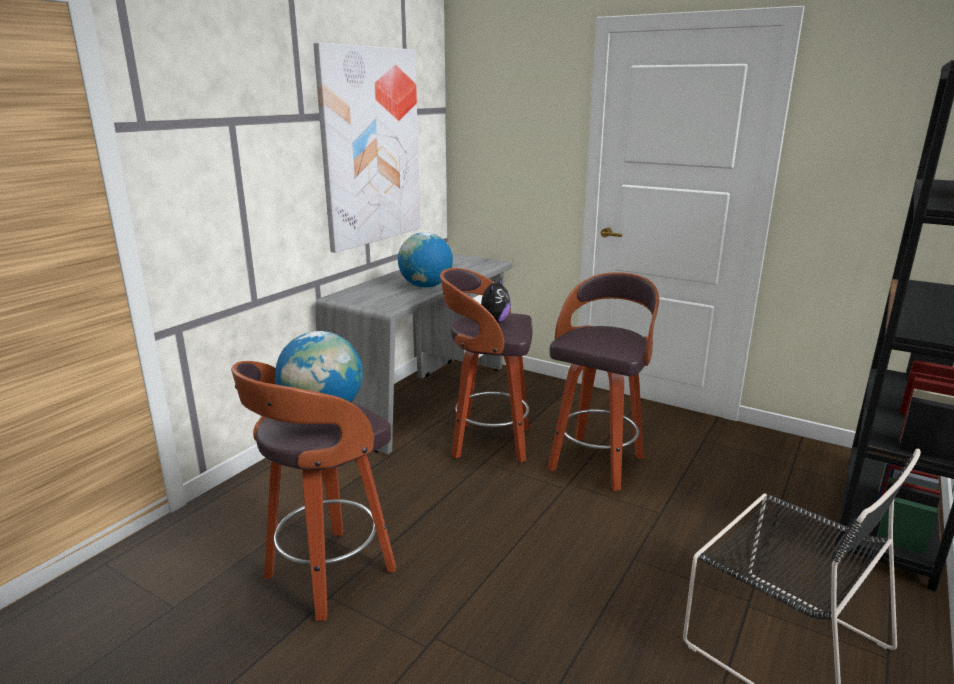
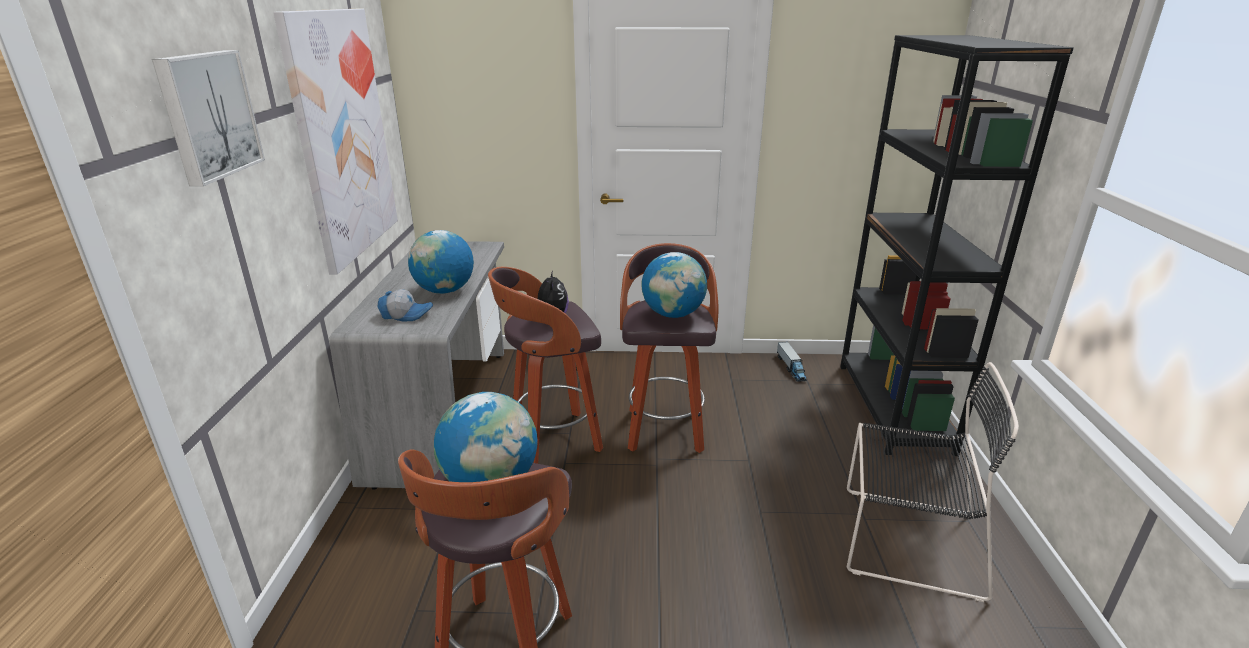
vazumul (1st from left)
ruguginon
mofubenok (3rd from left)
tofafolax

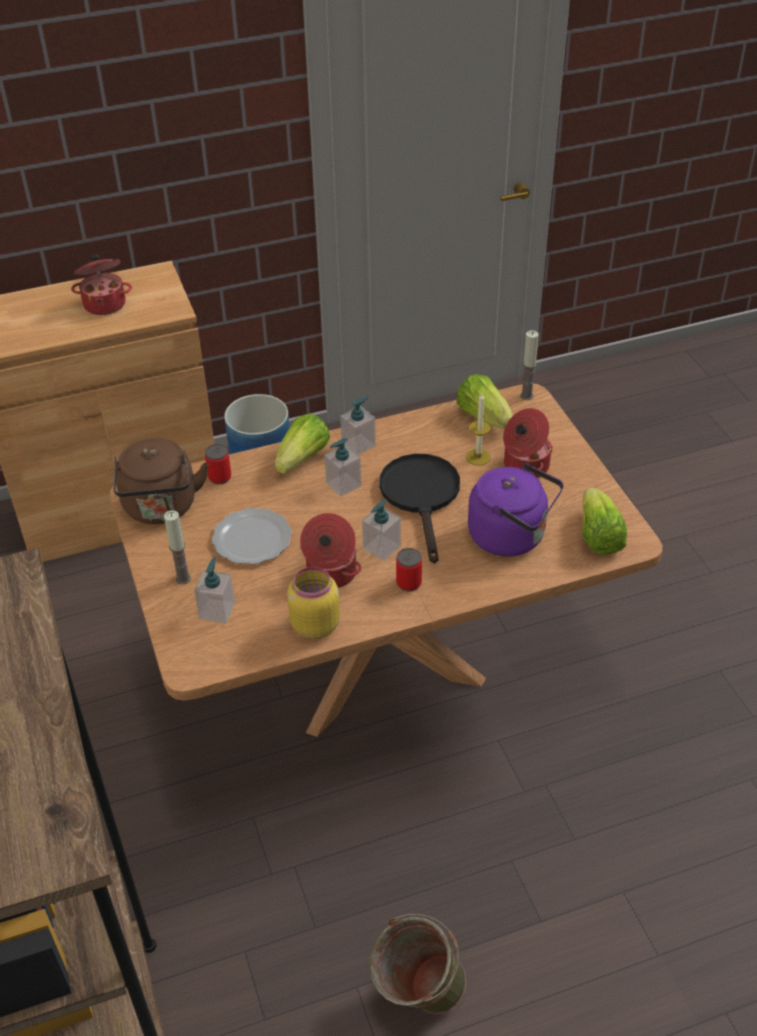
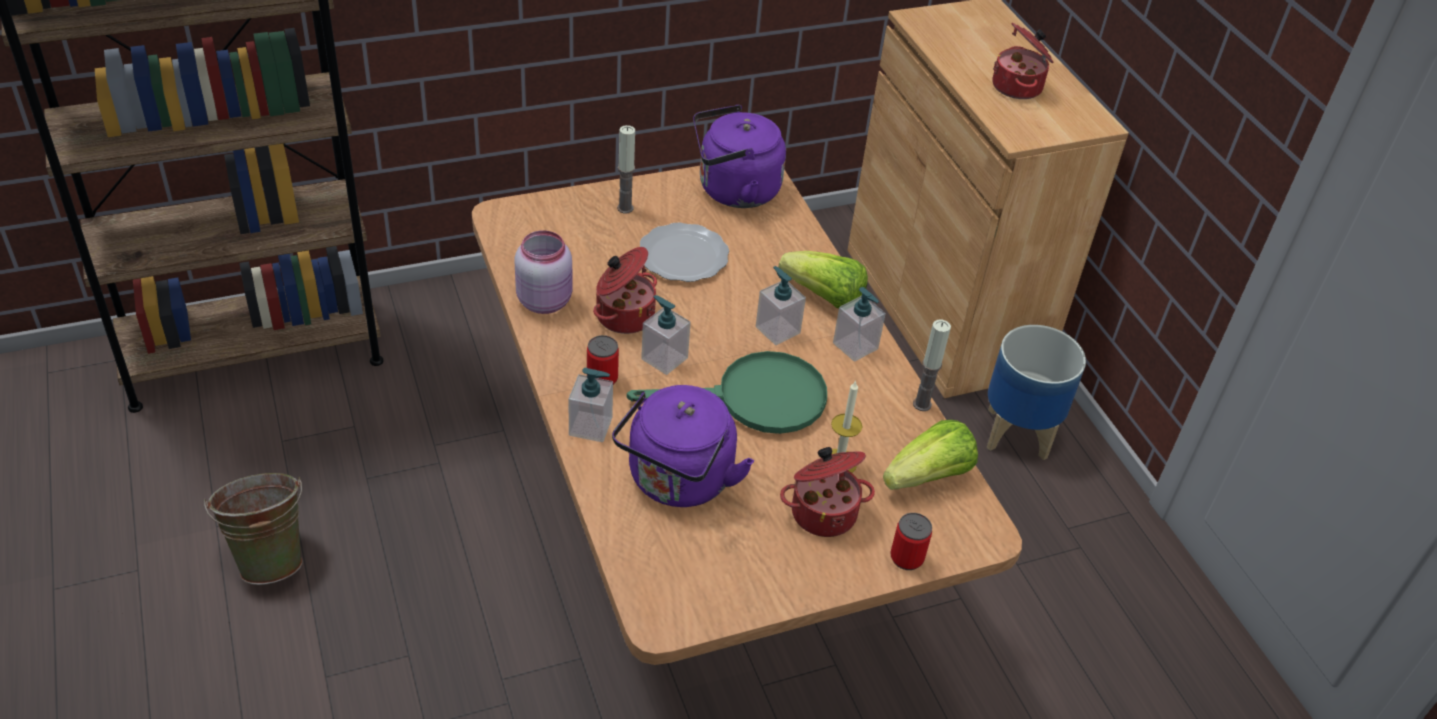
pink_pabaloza
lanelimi (1st from left)
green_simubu
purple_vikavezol (2nd from left)
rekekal (2nd from left)
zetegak (3rd from left)
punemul (3rd from left in the first image)

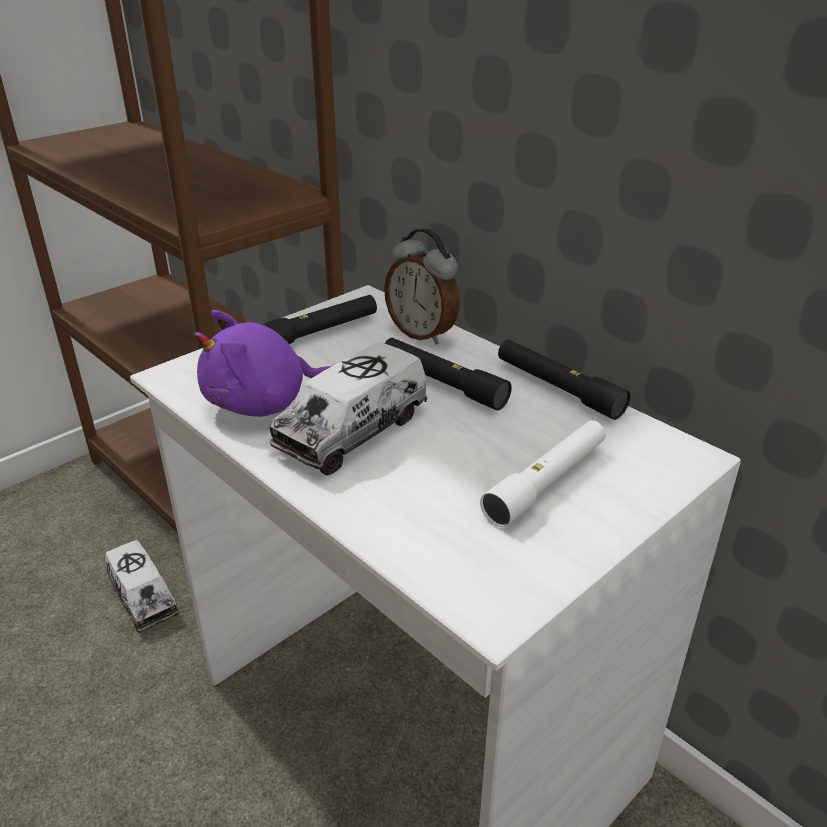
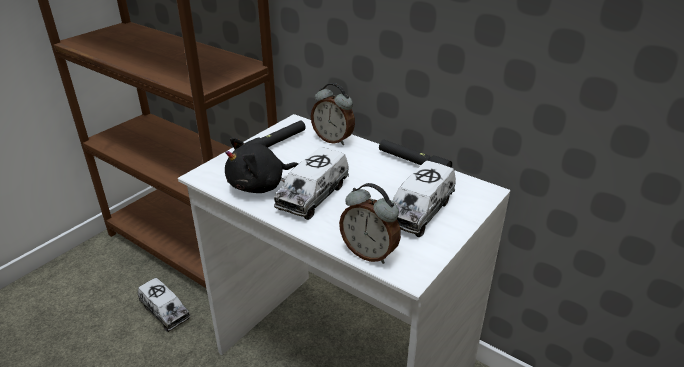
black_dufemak
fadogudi (2nd from left)
tofafolax (3rd from left)
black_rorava (2nd from left in the first image)

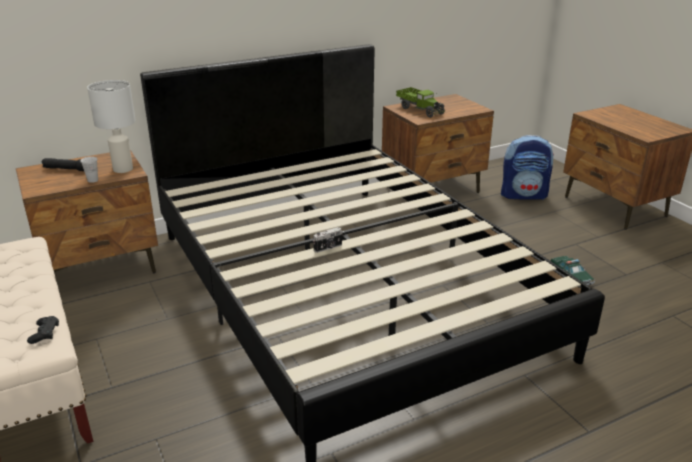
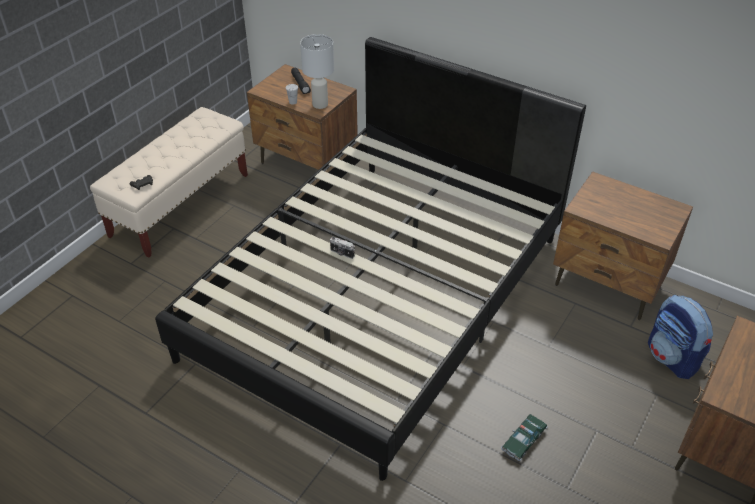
tofafolax

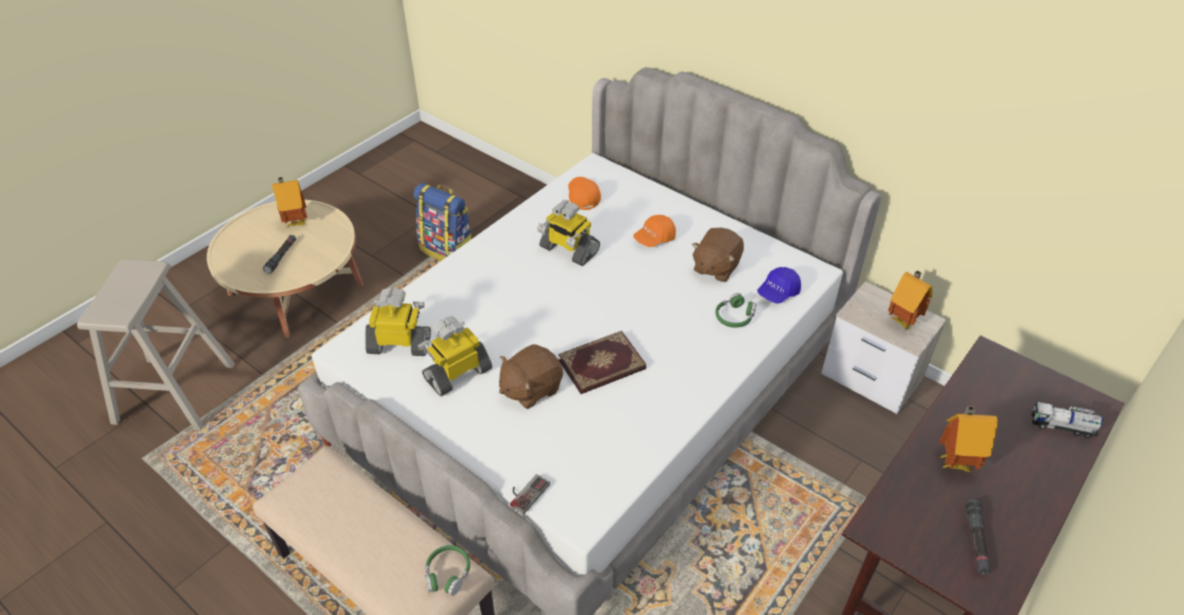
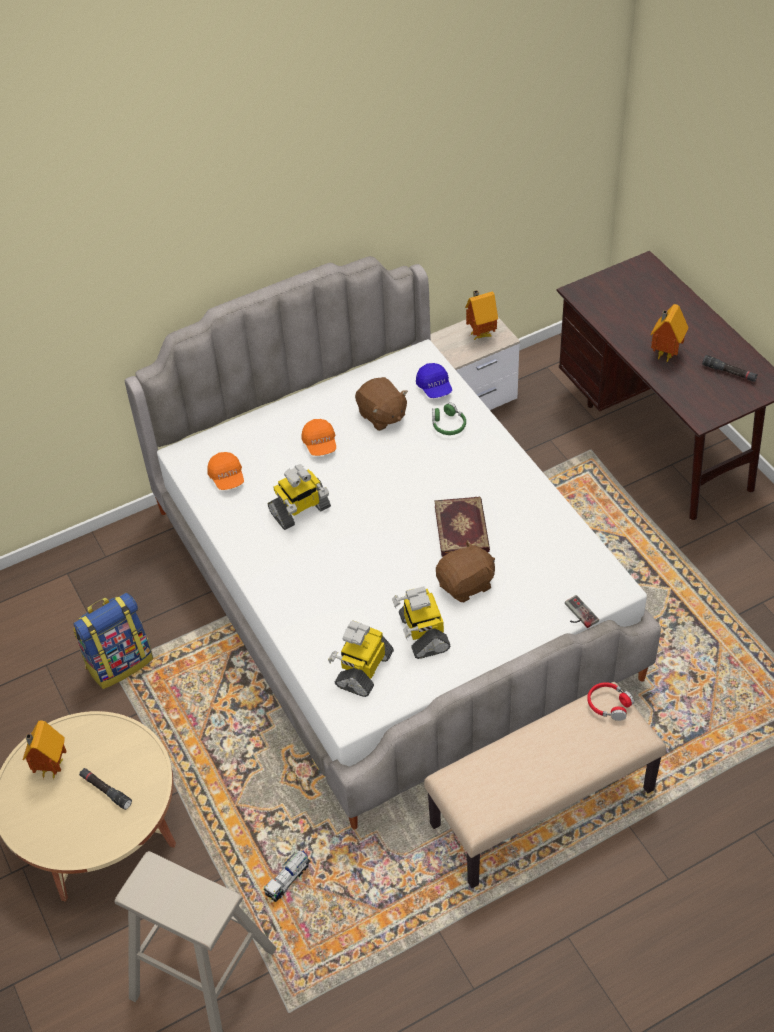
orange_ruguginon (1st from left)
tofafolax
brown_dufemak (2nd from left)
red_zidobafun

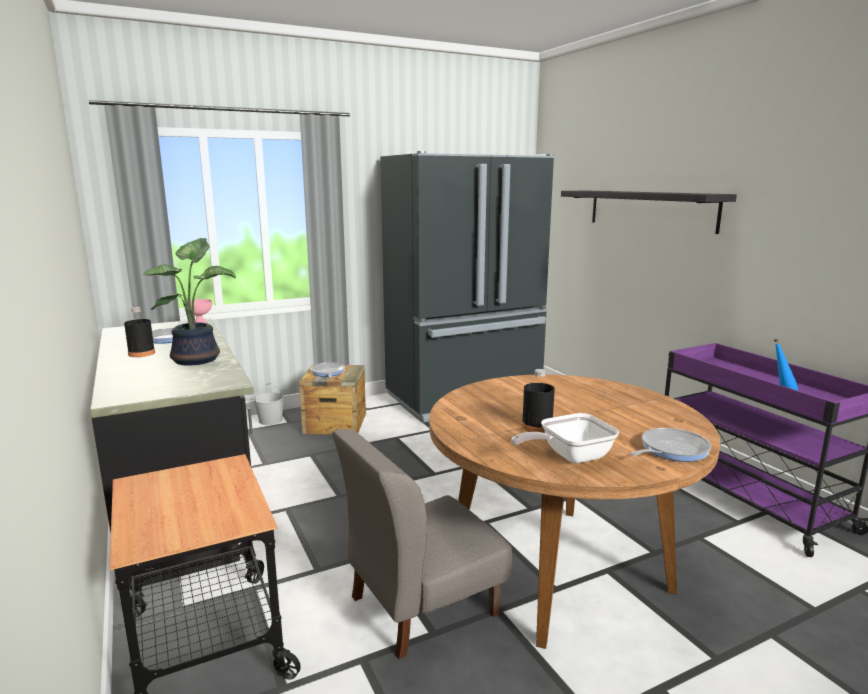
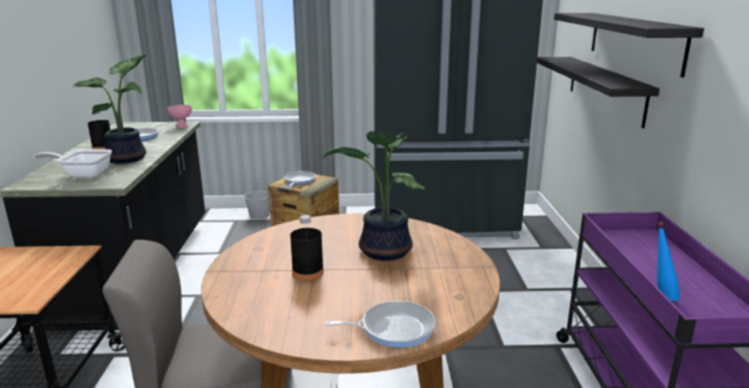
simubu (1st from left)
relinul (2nd from left)
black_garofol (1st from left)

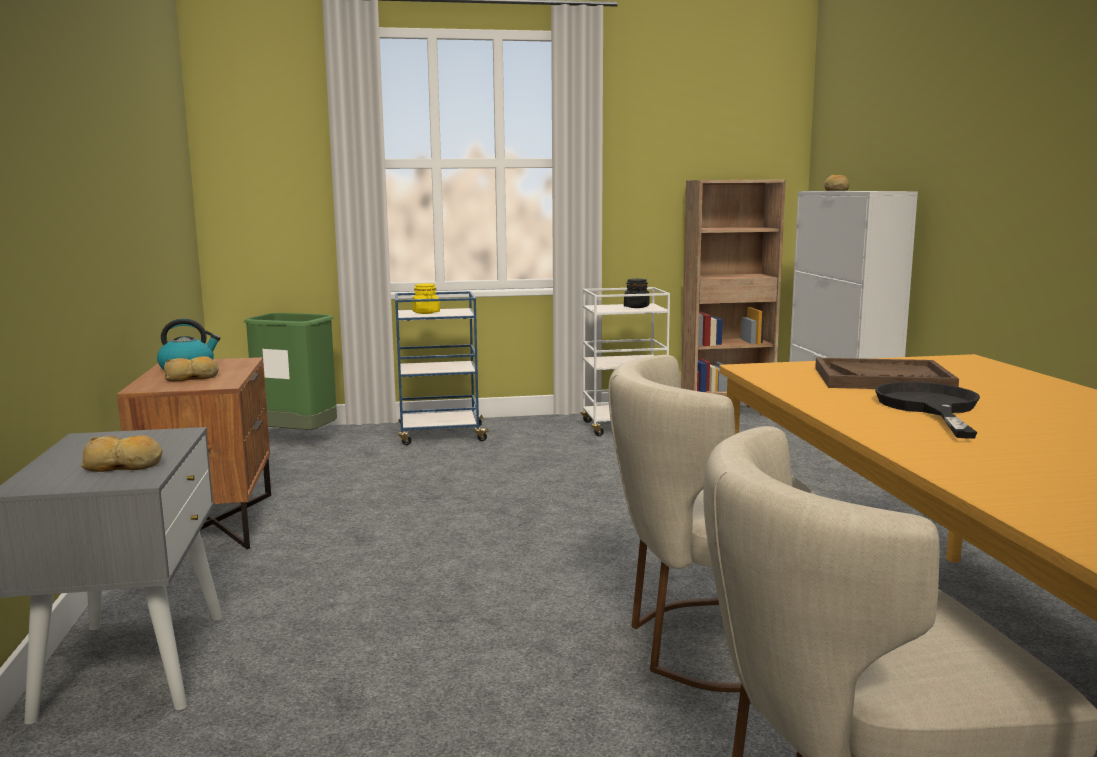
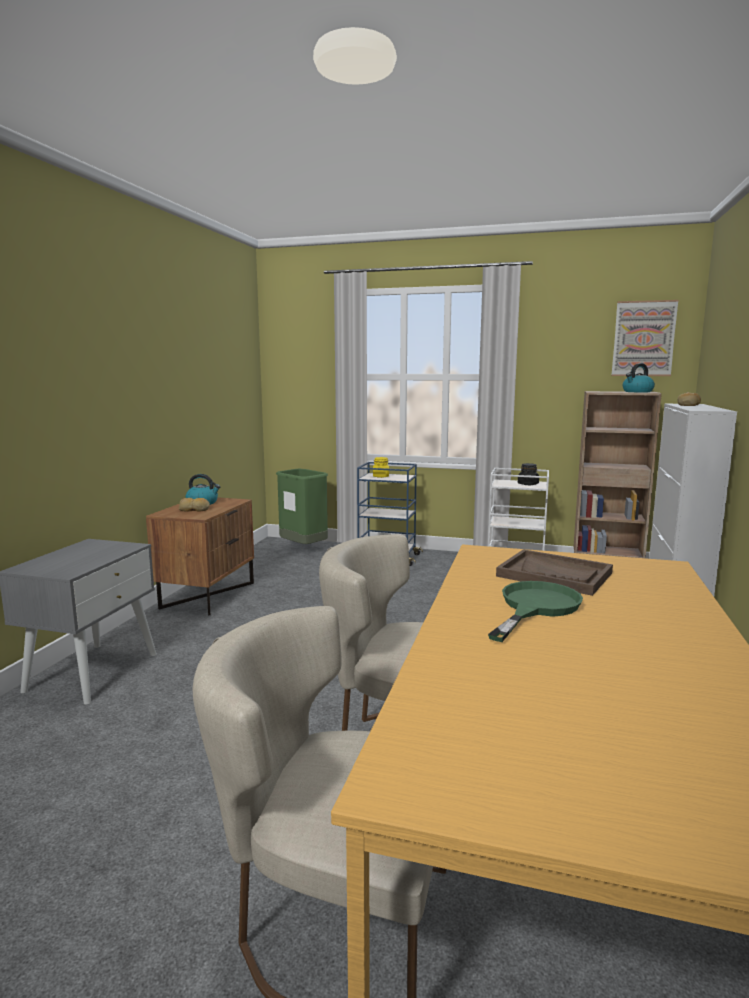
green_simubu
vazumul
vikavezol (2nd from left)
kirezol (1st from left in the first image)

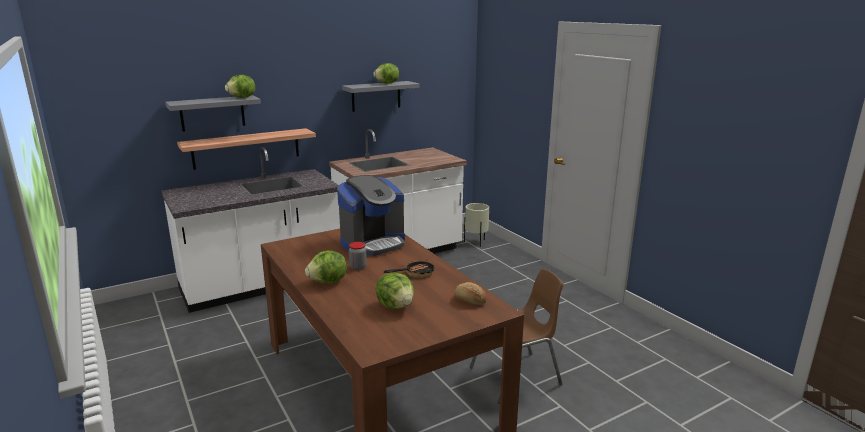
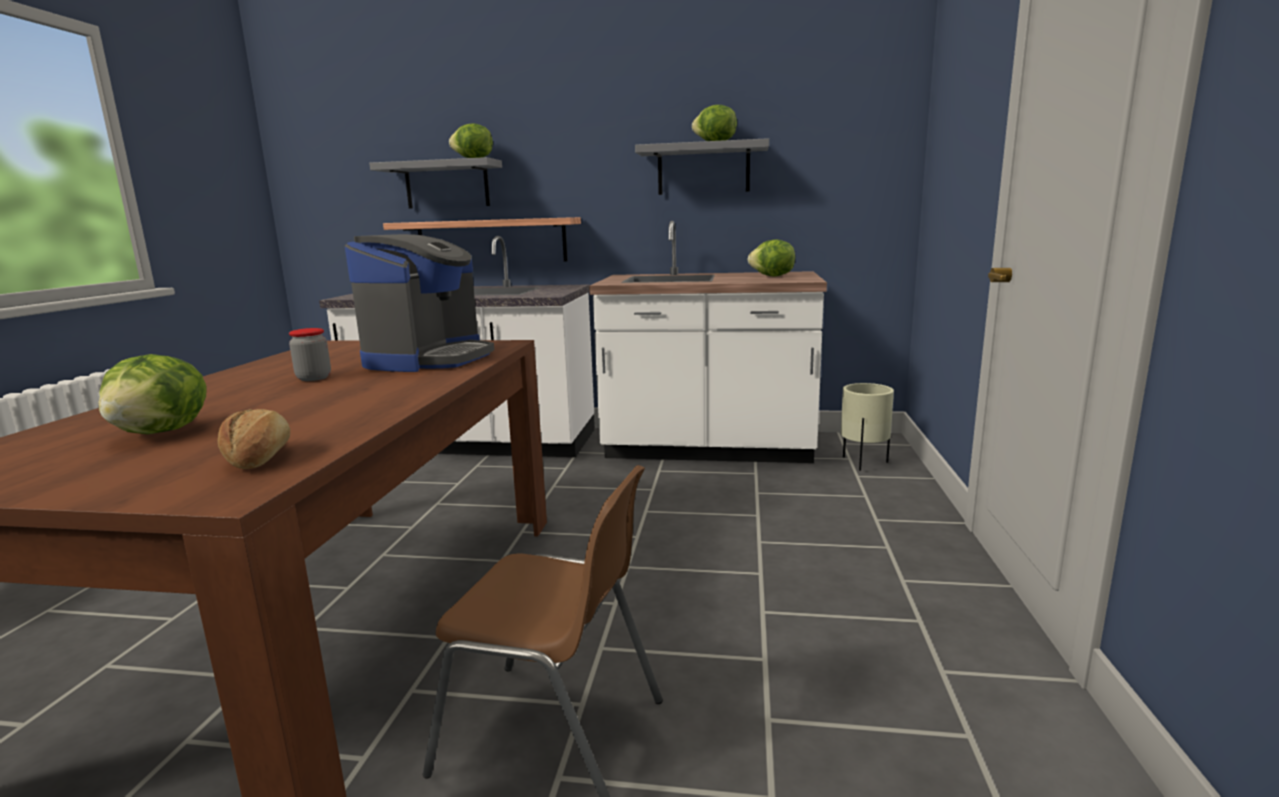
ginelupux
punemul (4th from left)
simubu

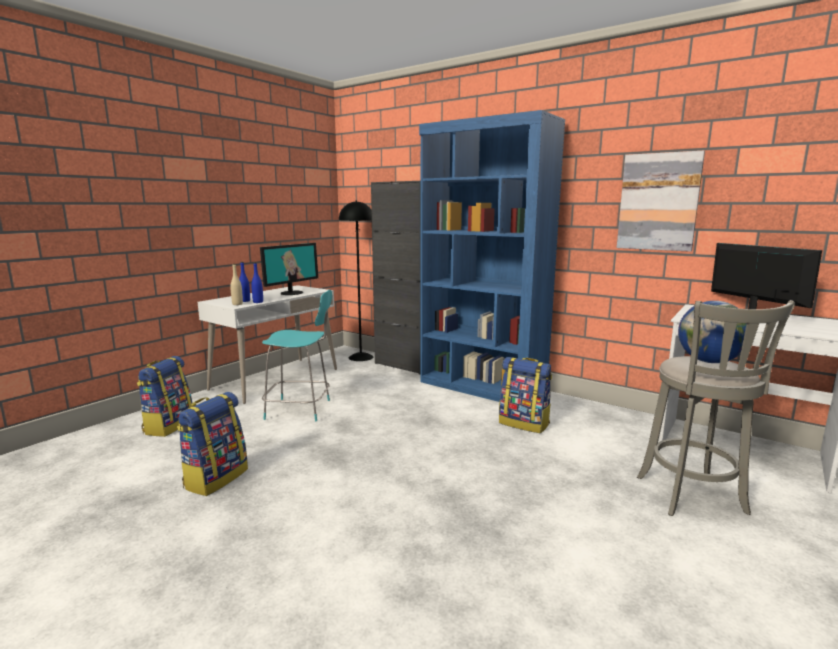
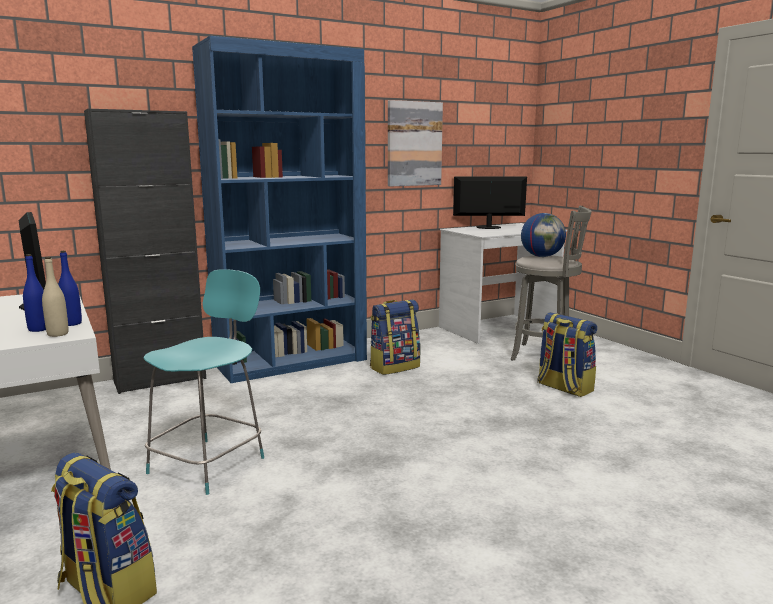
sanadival (3rd from left)
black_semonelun

